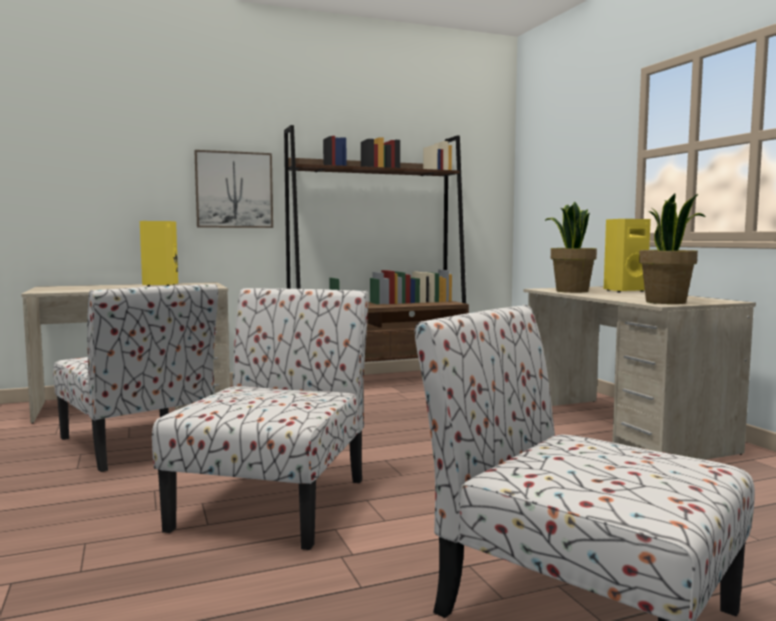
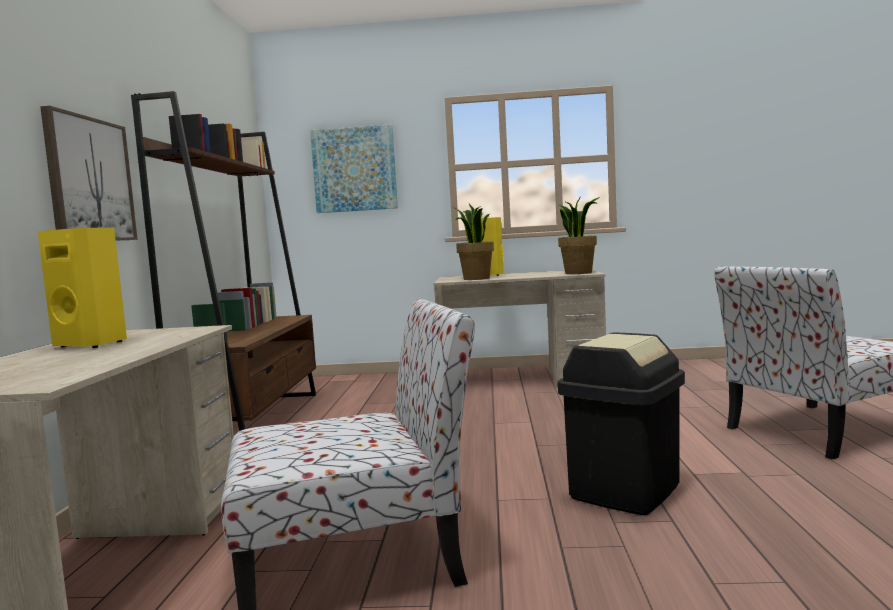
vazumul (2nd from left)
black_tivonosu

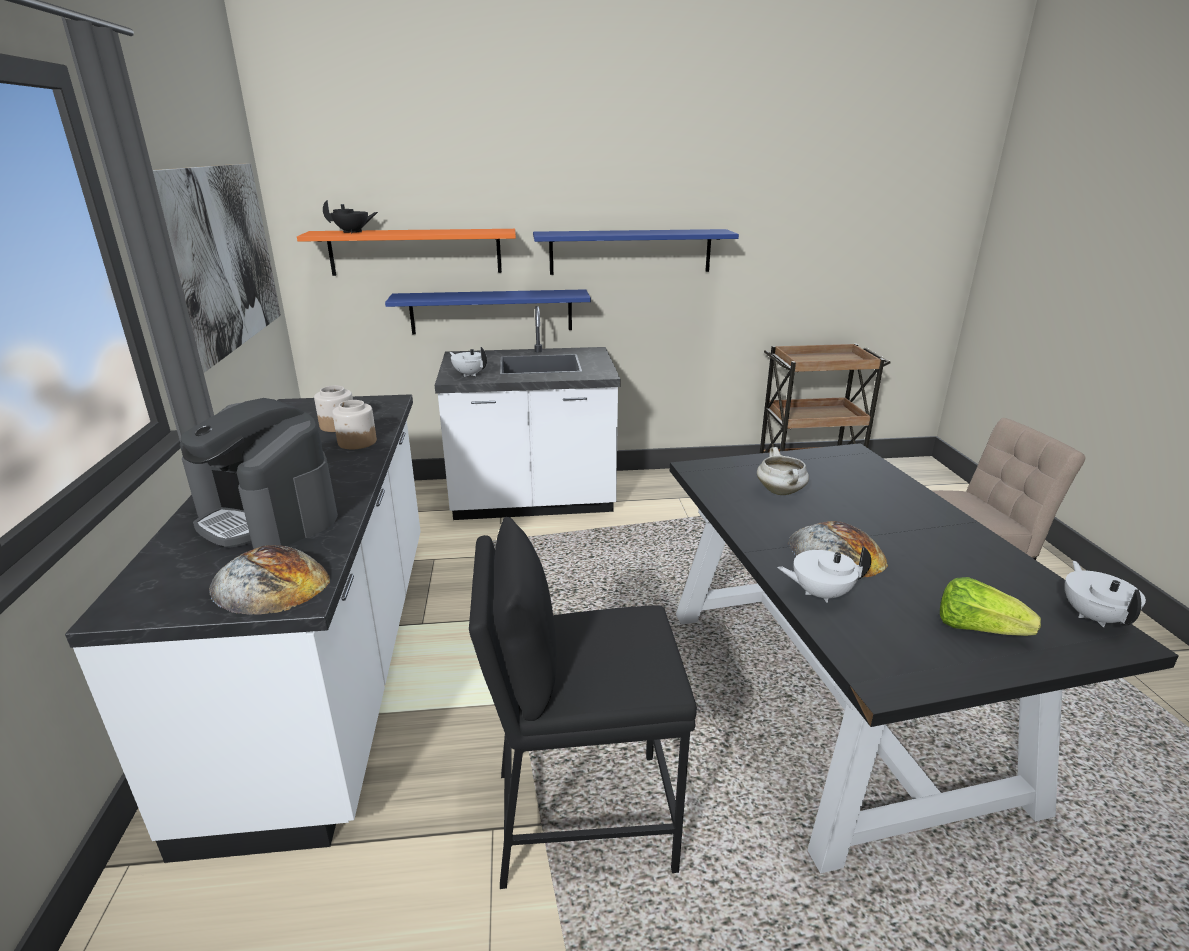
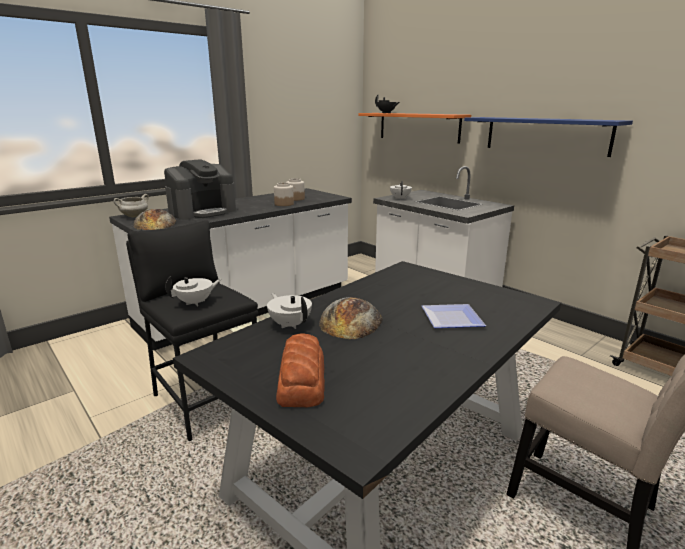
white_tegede
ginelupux
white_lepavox (1st from left)
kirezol (2nd from left)
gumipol
vazumul
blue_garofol (1st from left in the first image)

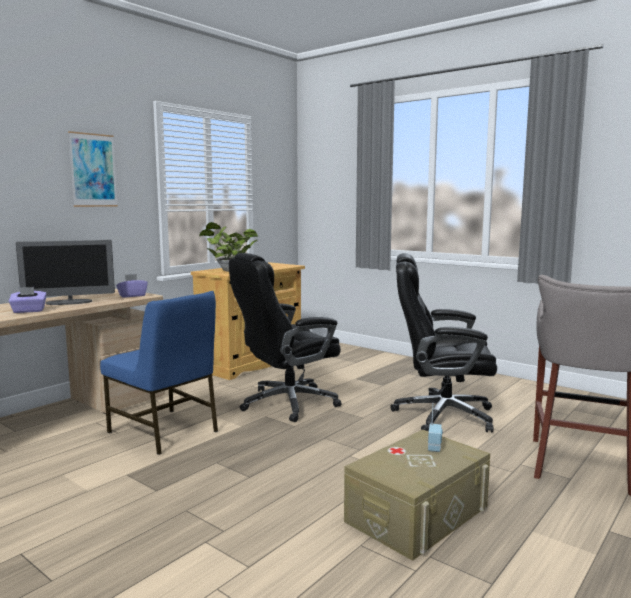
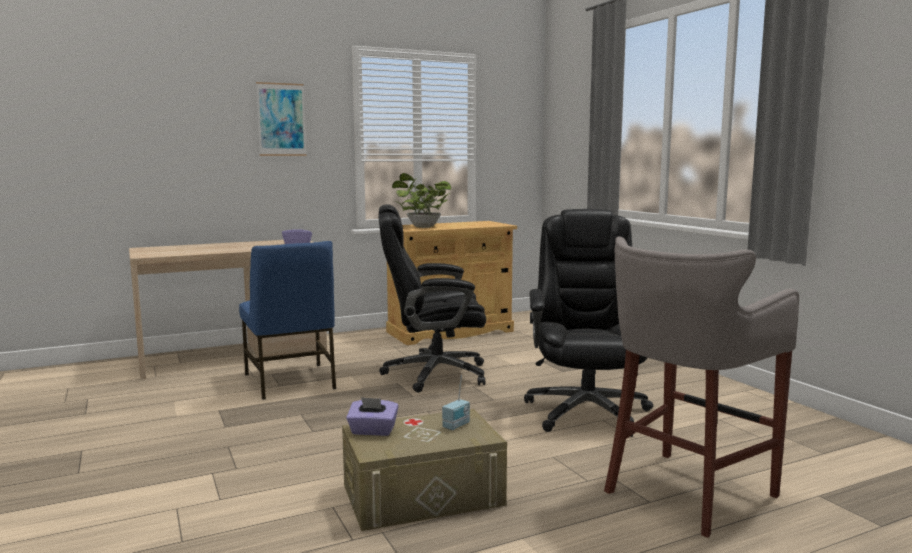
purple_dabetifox (2nd from left)
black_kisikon (2nd from left)
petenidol

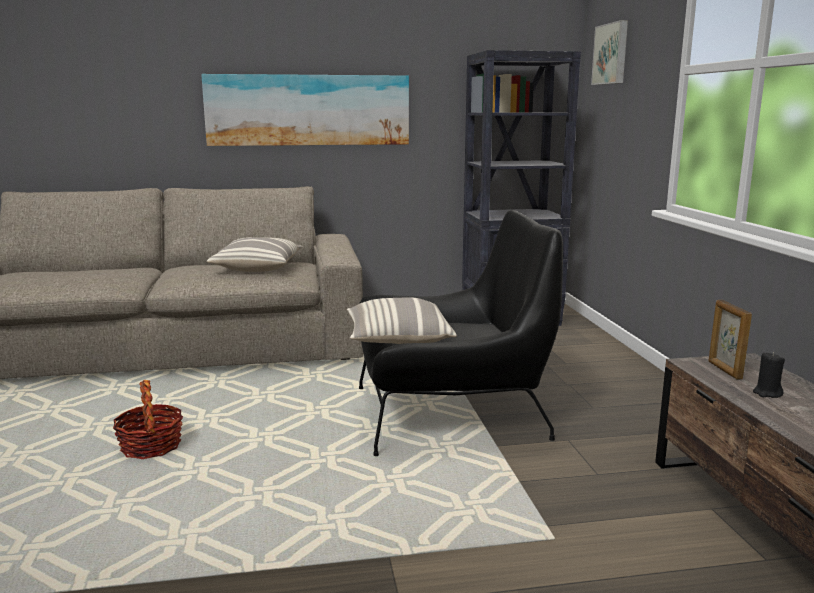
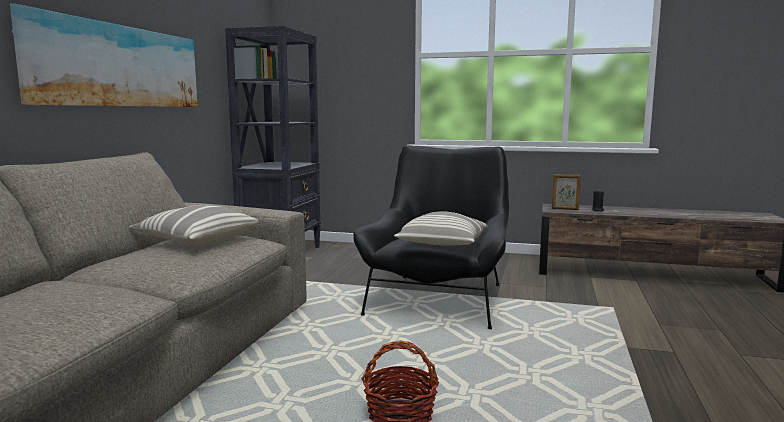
vazumul (2nd from left in the first image)

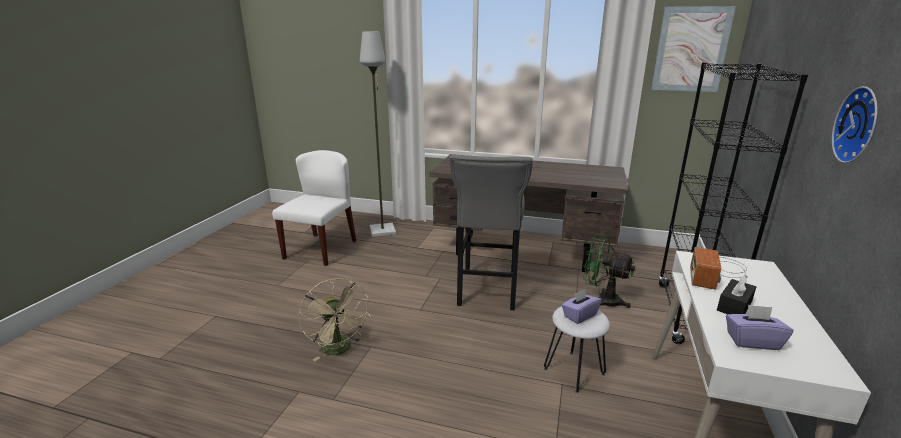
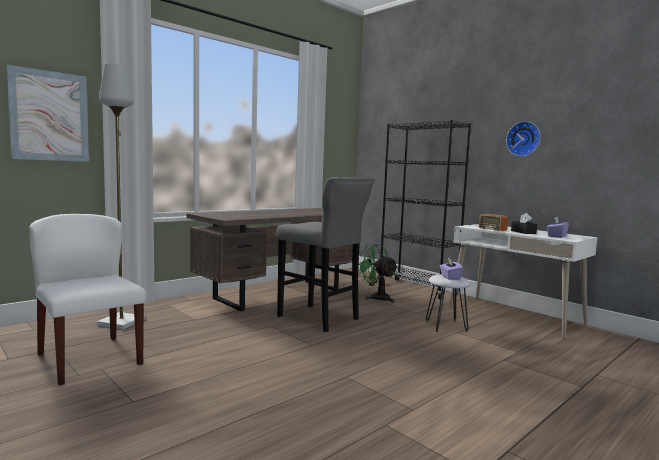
vazumul
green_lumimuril
beige_lumimuril

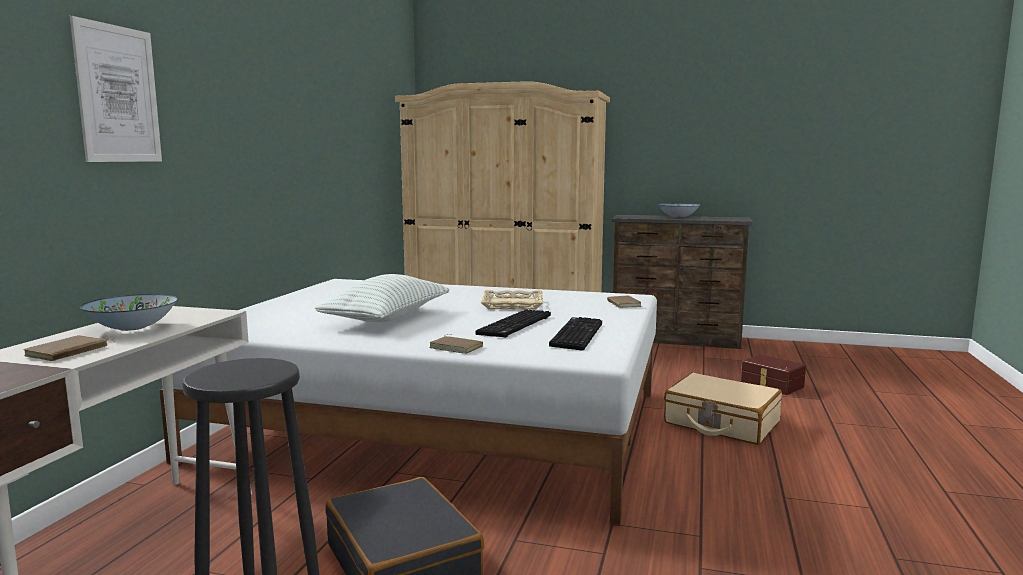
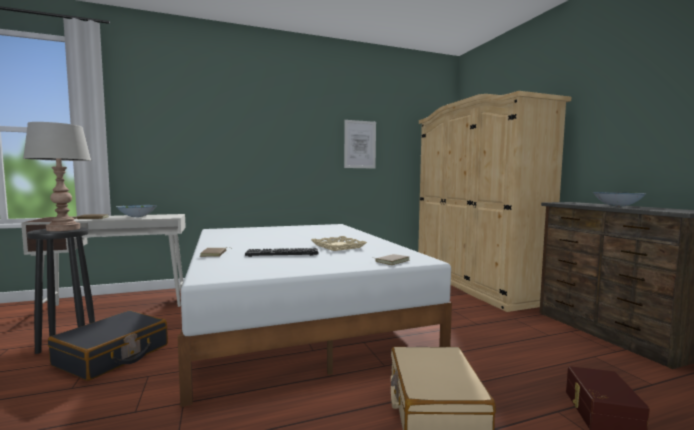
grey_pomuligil
vazumul
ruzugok
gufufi (2nd from left in the first image)

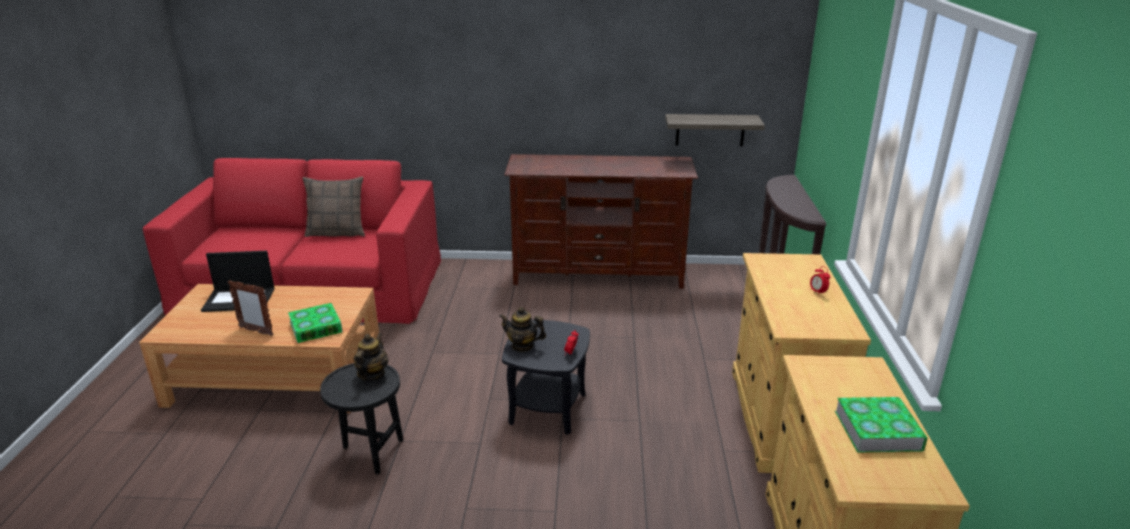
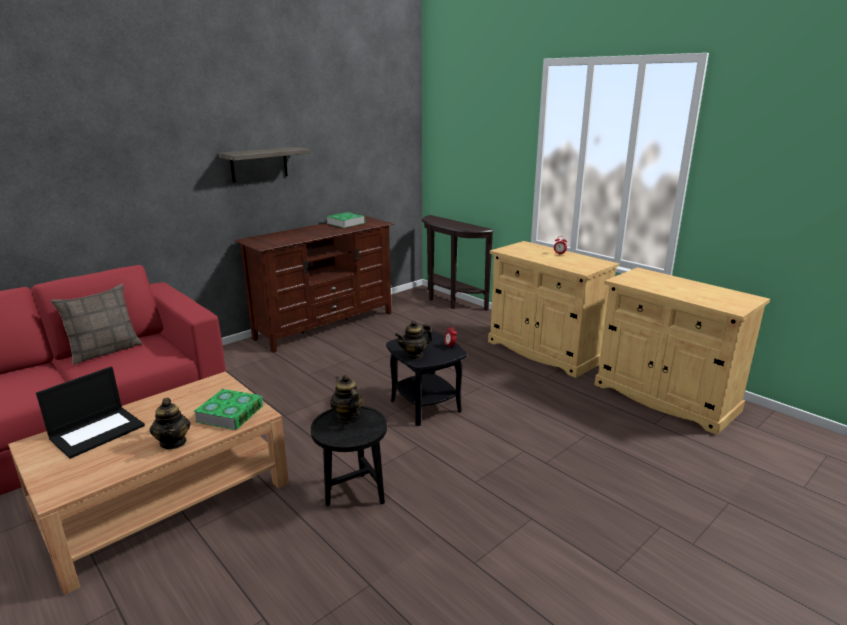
lepavox (1st from left)
garofol
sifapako (2nd from left)

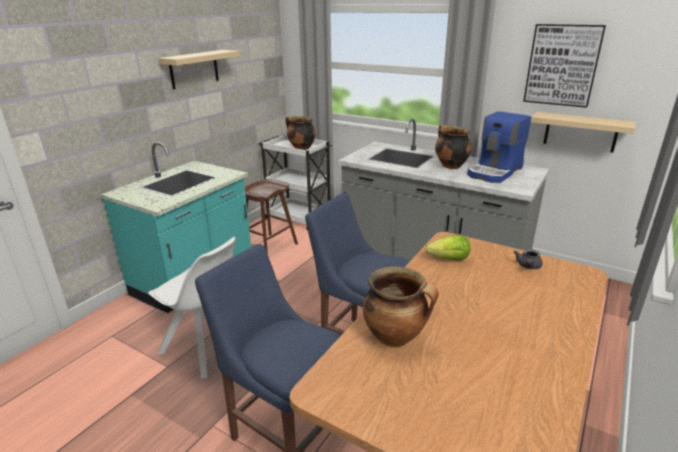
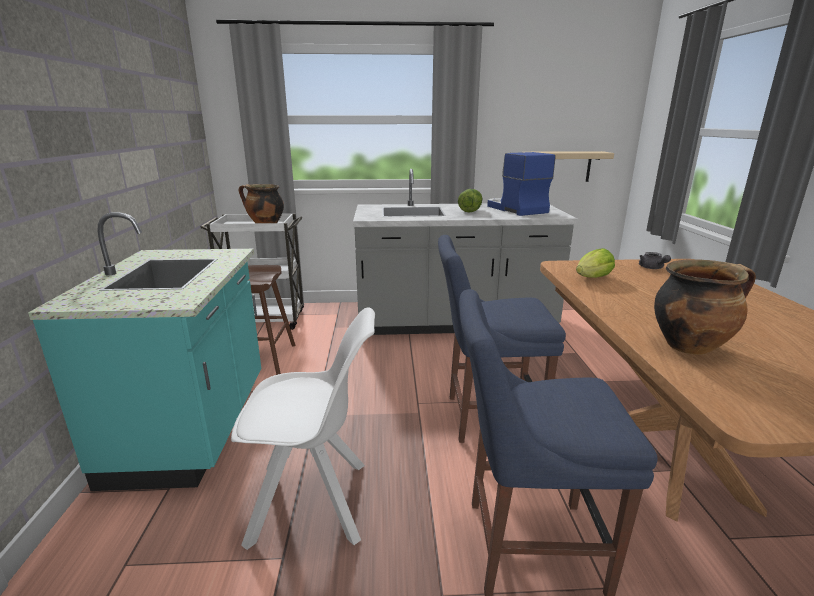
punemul (1st from left)
ginelupux
beige_garofol (1st from left in the first image)
vazumul

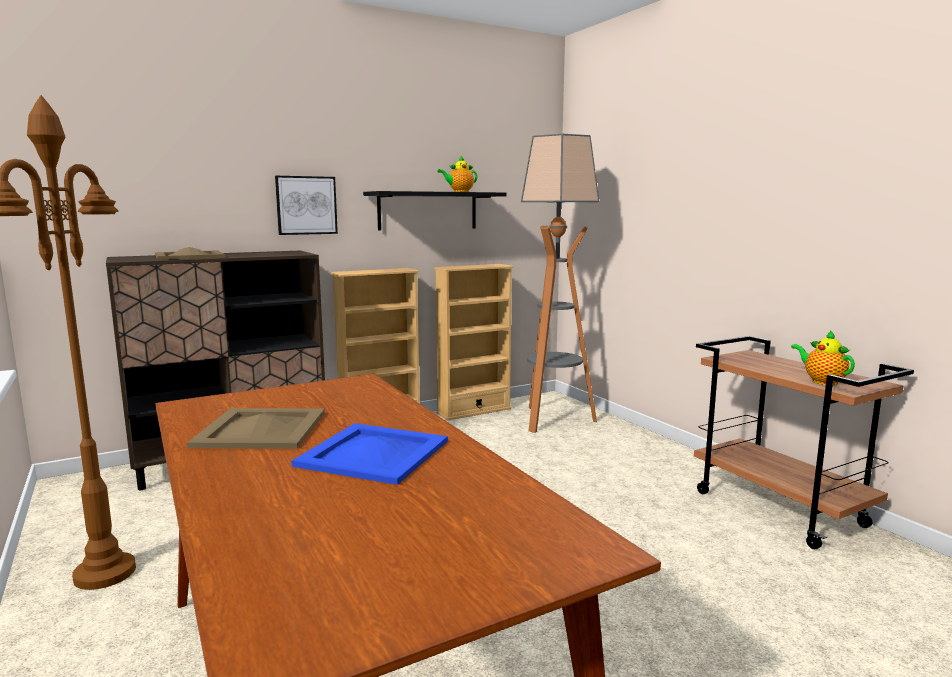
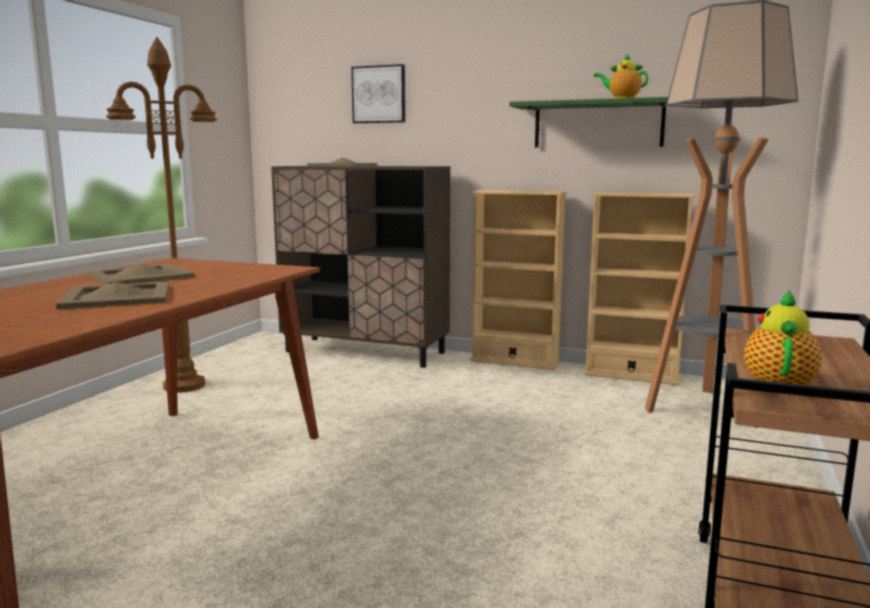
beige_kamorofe (1st from left)
vazumul
green_garofol

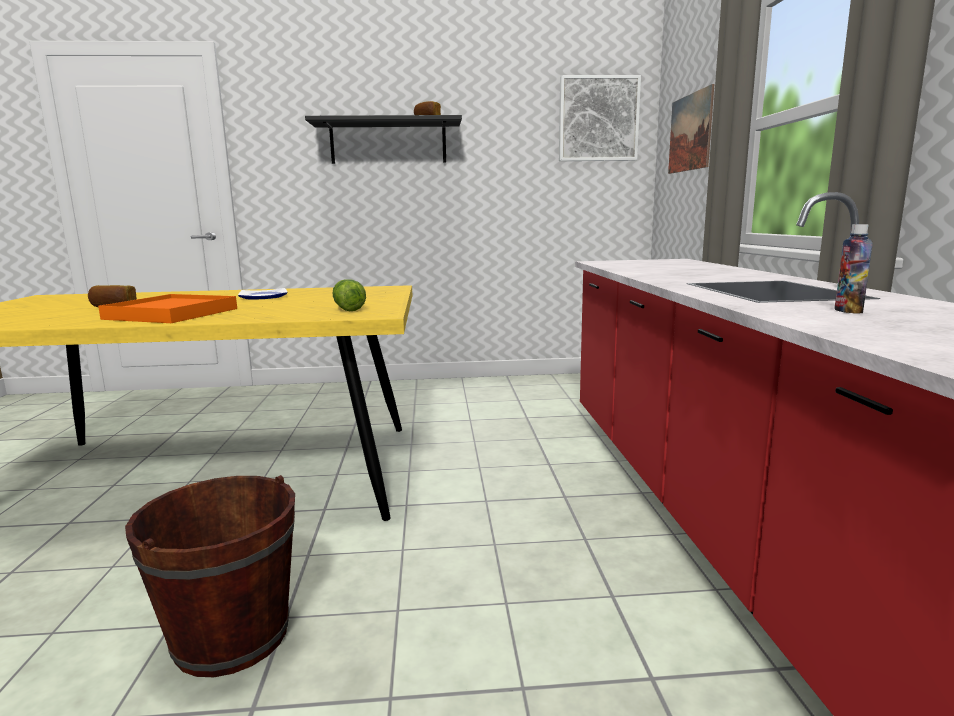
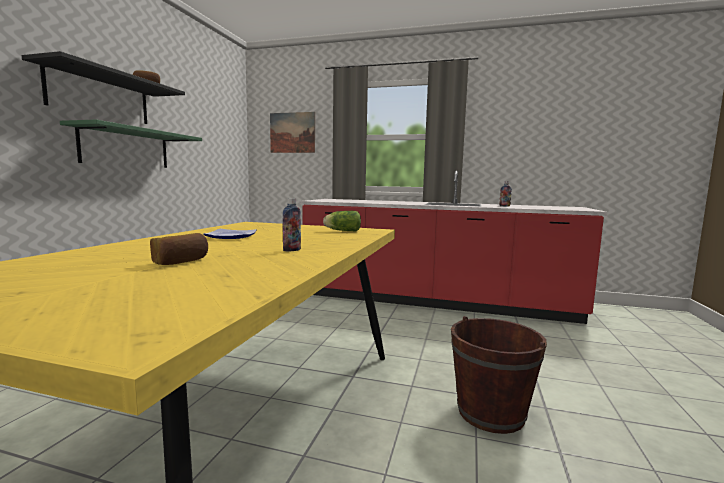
green_garofol
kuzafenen (1st from left)
vazumul (1st from left in the first image)

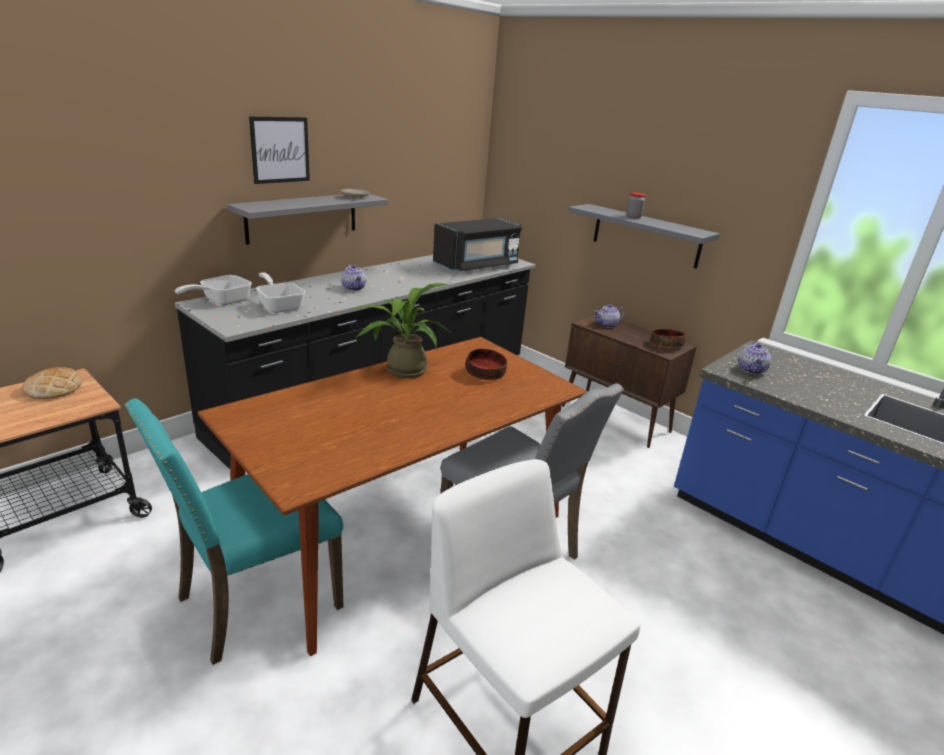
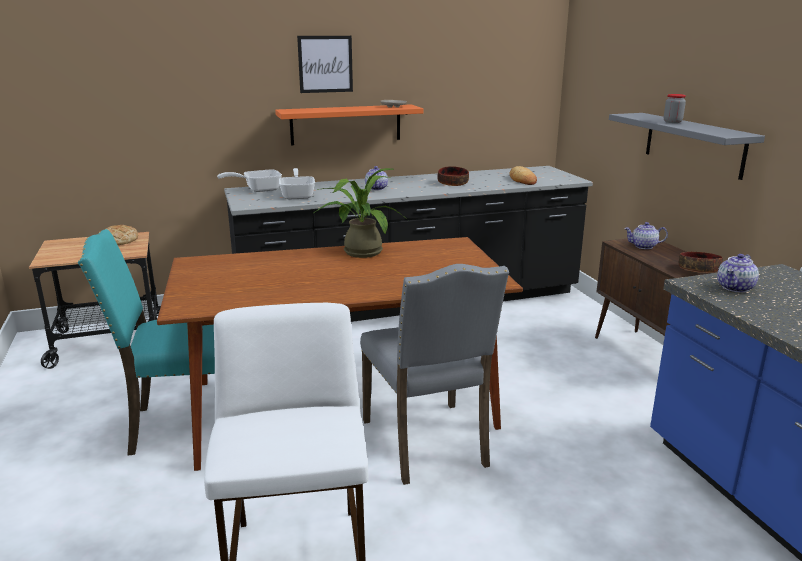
orange_garofol
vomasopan (1st from left)
kirezol (2nd from left)

